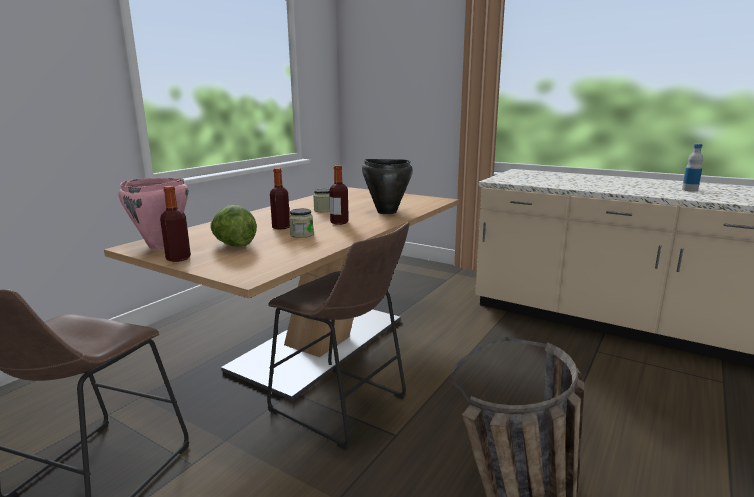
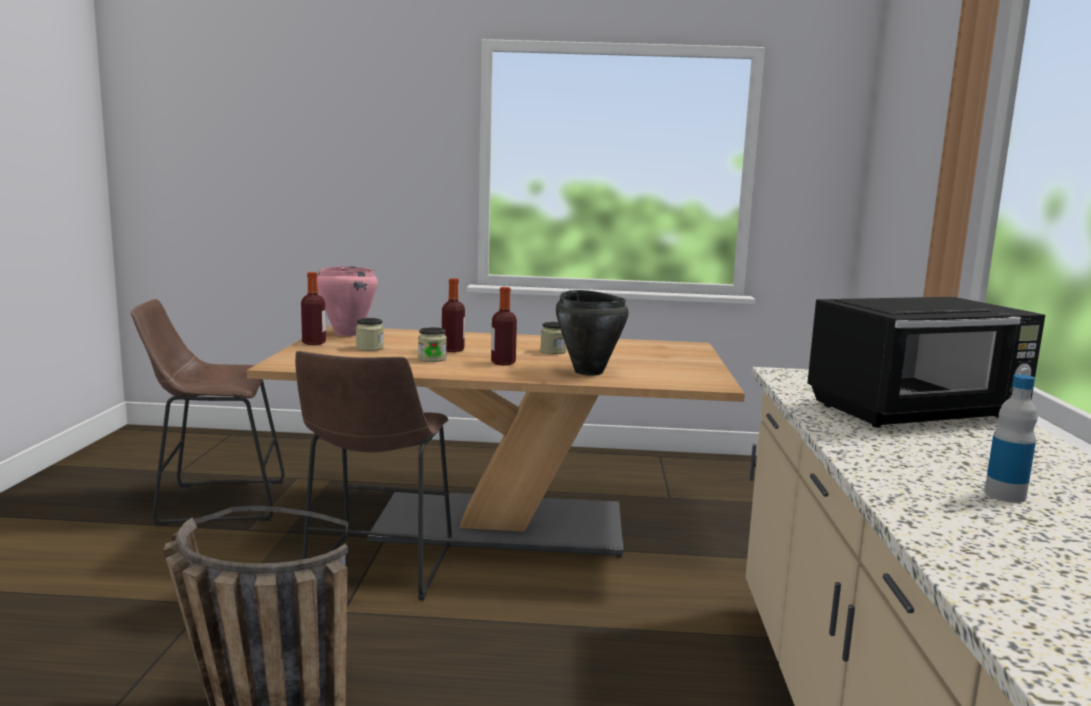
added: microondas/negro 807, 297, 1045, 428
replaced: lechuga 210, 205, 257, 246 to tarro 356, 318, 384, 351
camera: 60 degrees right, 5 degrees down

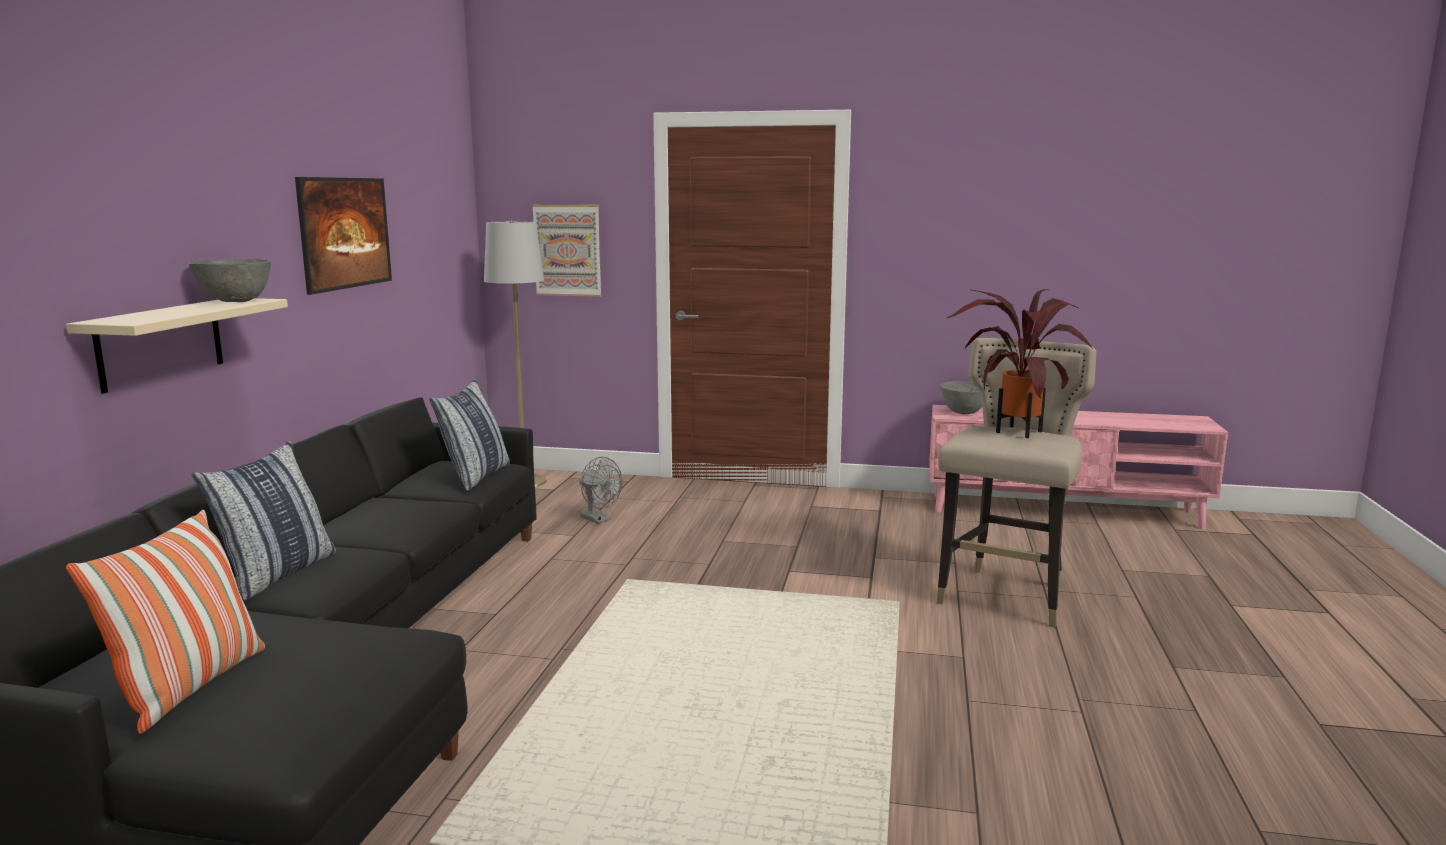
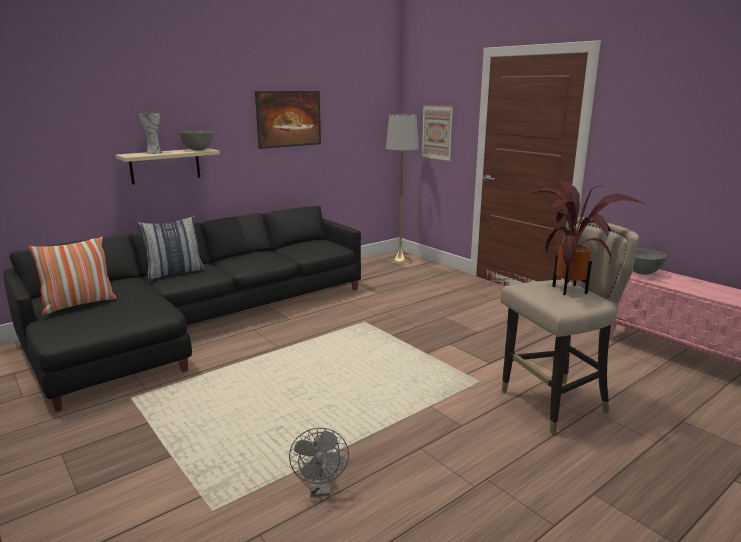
removed: cojín 429, 379, 510, 491
added: florero 139, 113, 162, 154
moved: ventilador/gris 579, 457, 622, 524 to 289, 428, 349, 497
camera: 40 degrees right, 5 degrees up

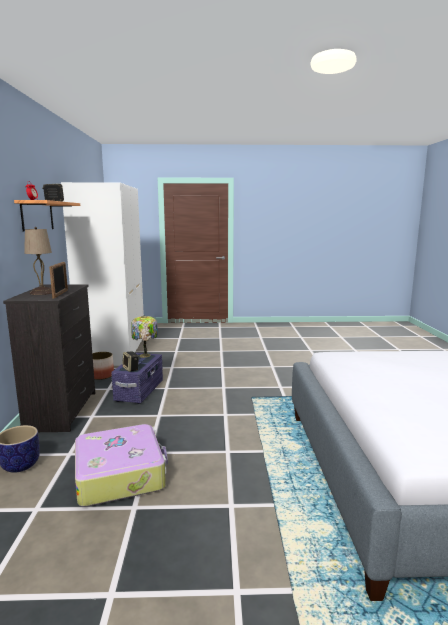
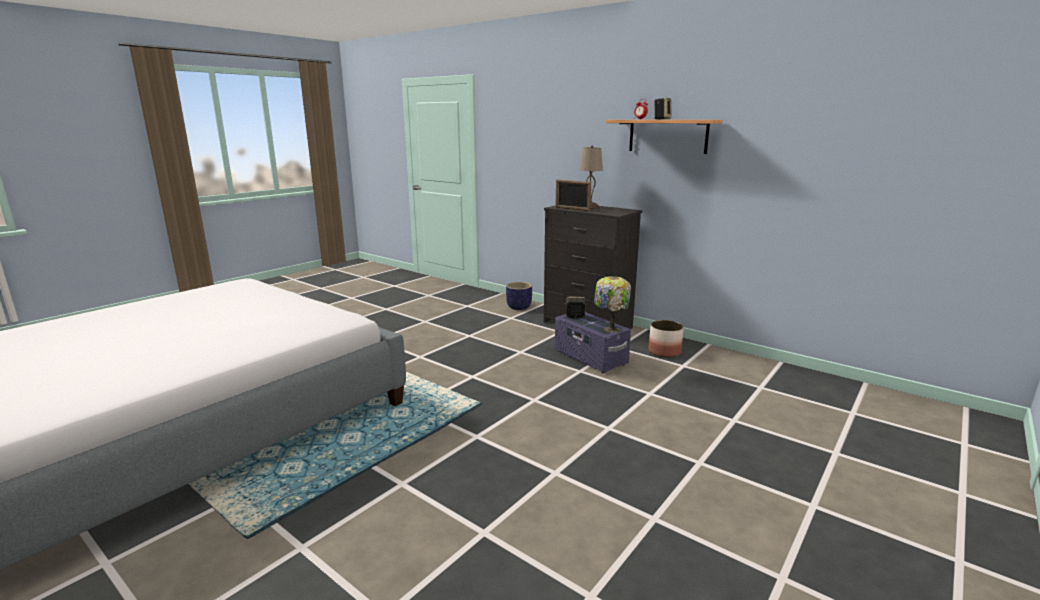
removed: armario ropero/blanco 61, 182, 144, 366; maleta 75, 424, 168, 507
camera: 130 degrees right, 5 degrees up

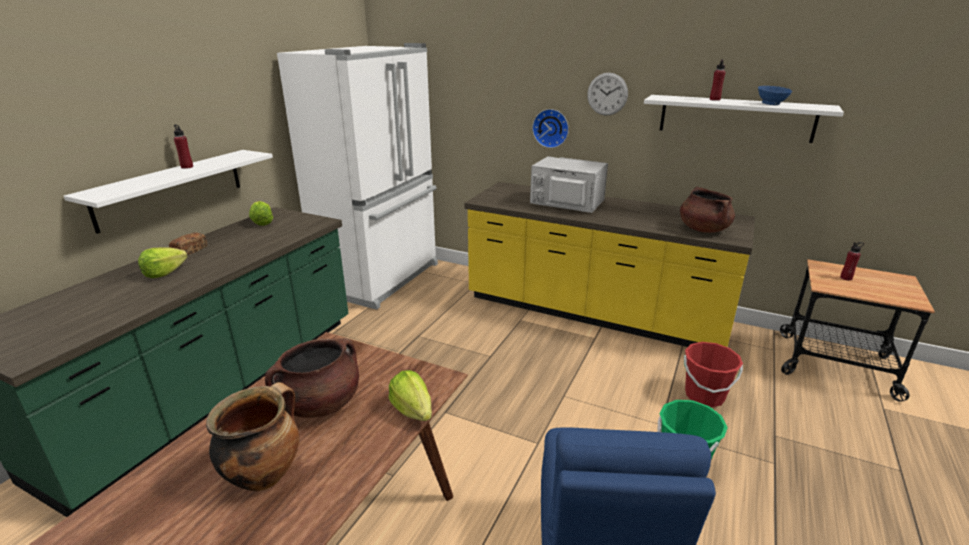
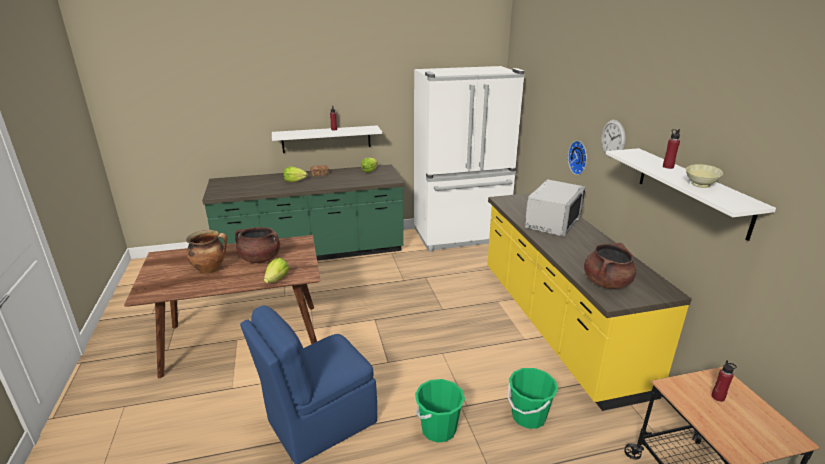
recoloured: cubo/rojo 684, 342, 743, 407 to cubo/verde 508, 368, 558, 429; cuenco/azul 758, 86, 792, 105 to cuenco/beis 686, 164, 723, 188
turned: microondas/gris 530, 156, 608, 213 = 525, 179, 585, 237 45 degrees clockwise
camera: 50 degrees right, 0 degrees up

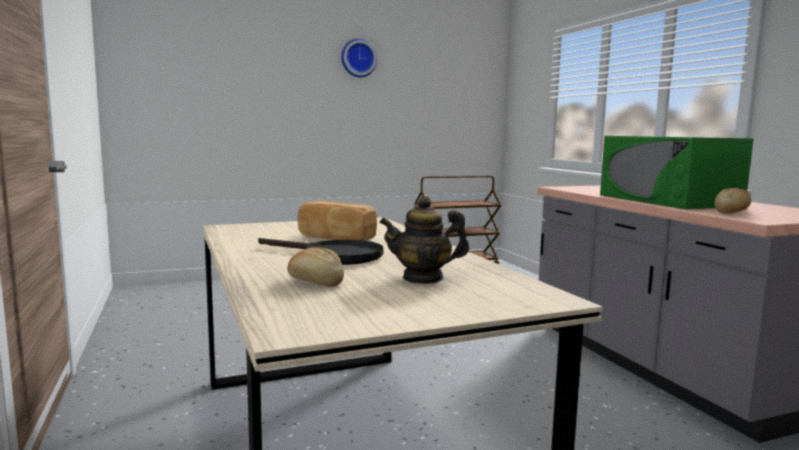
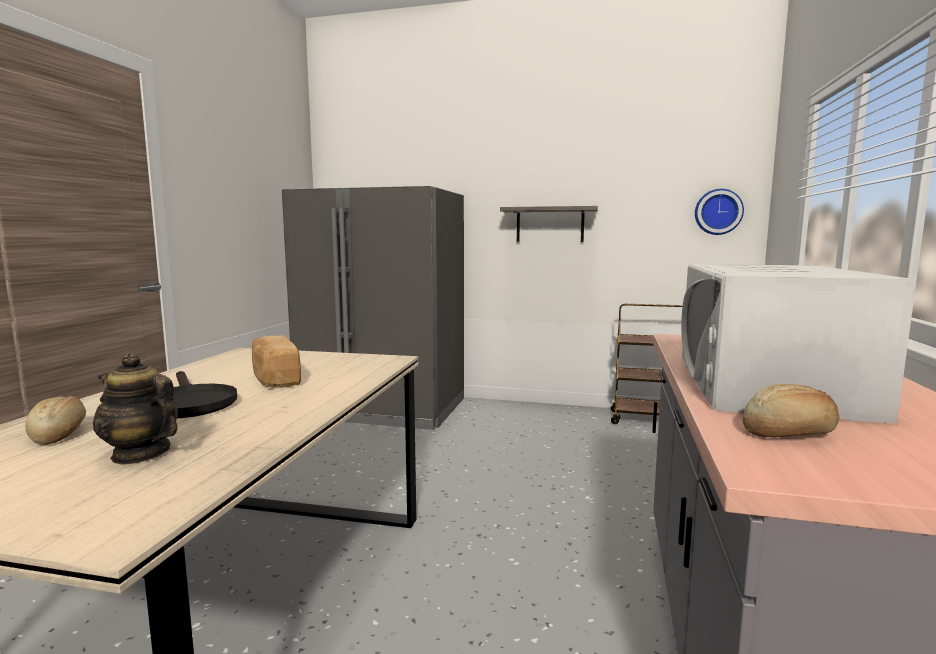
added: nevera/gris 282, 186, 464, 430; estante 500, 206, 598, 242
moved: reloj de pared 341, 39, 377, 77 to 695, 189, 744, 235
recoloured: microondas/verde 600, 136, 754, 209 to microondas/blanco 681, 264, 917, 424
camera: 35 degrees right, 0 degrees up

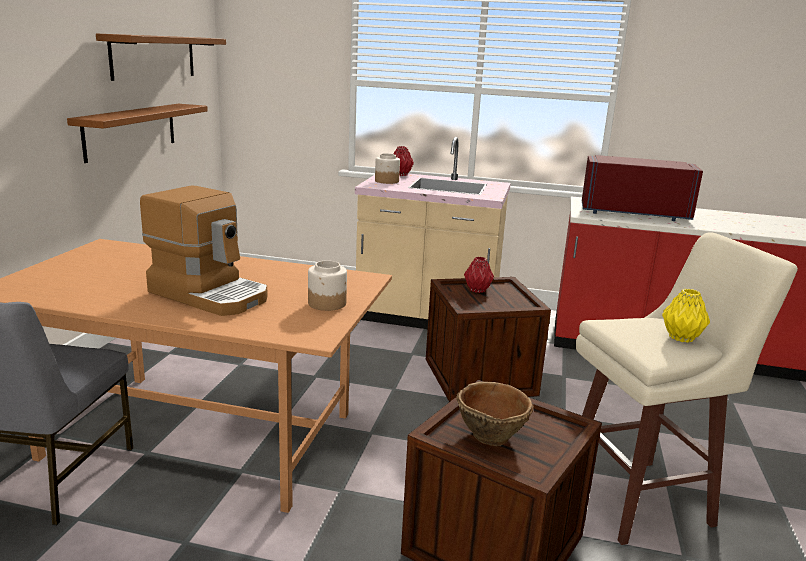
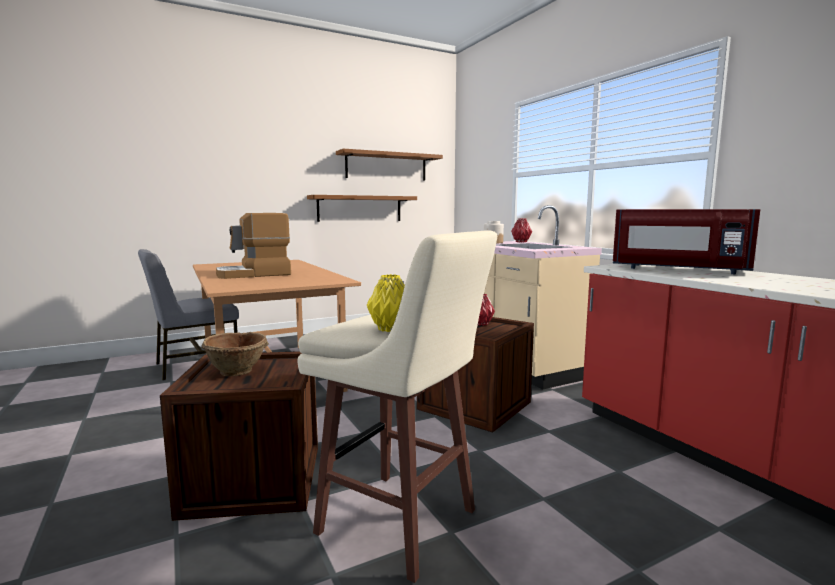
removed: tarro 308, 260, 347, 311
turned: cafetera 140, 185, 267, 316 = 216, 213, 291, 279 75 degrees clockwise; microondas/rojo 582, 155, 703, 221 = 613, 209, 760, 274 150 degrees clockwise
camera: 50 degrees right, 10 degrees down

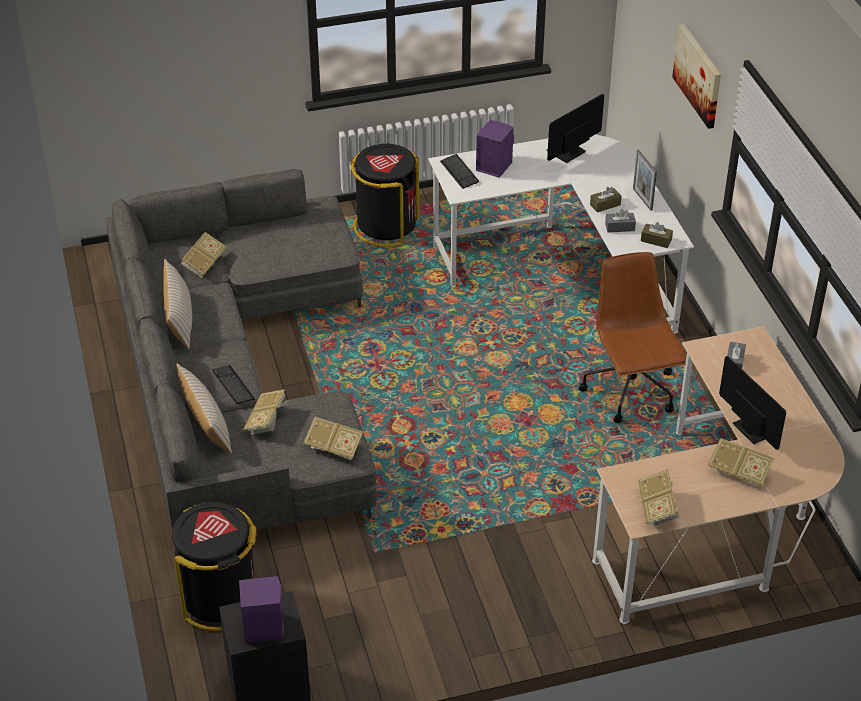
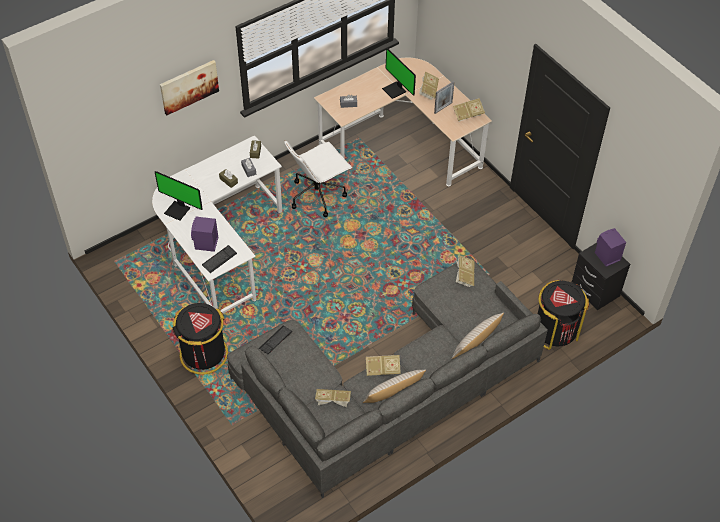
moved: teclado 212, 365, 255, 405 to 259, 326, 292, 354; libro 243, 389, 287, 435 to 366, 355, 401, 376; portarretratos 633, 150, 657, 211 to 434, 81, 454, 114
recoloured: silla de oficina/marrón 579, 252, 687, 423 to silla de oficina/blanco 284, 141, 352, 217
turned: monitor 719, 356, 786, 450 = 382, 48, 416, 99 75 degrees counterclockwise
camera: 110 degrees left, 10 degrees up

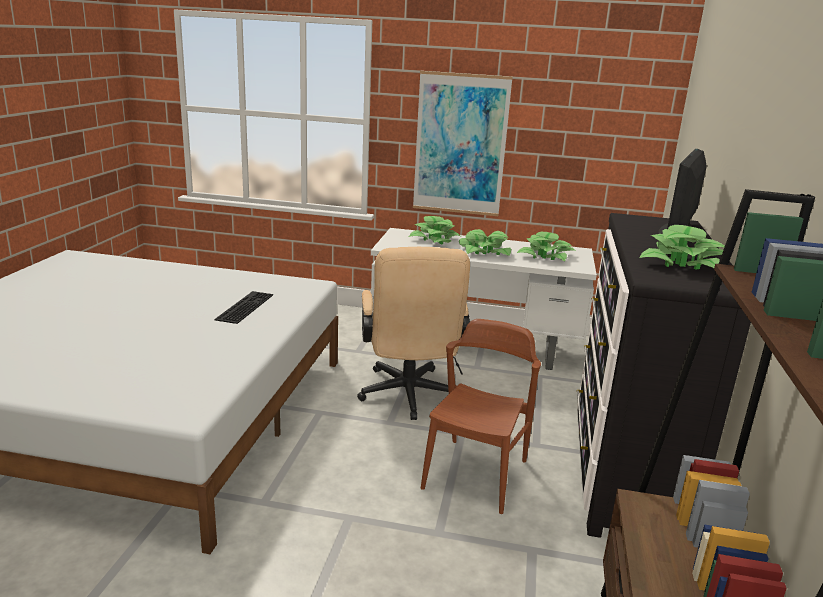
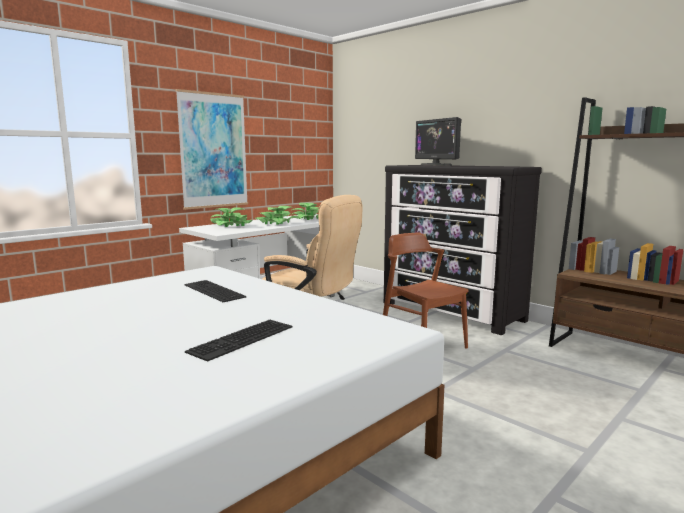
removed: planta en maceta 640, 225, 725, 270
added: teclado 185, 320, 292, 362
camera: 55 degrees left, 10 degrees down

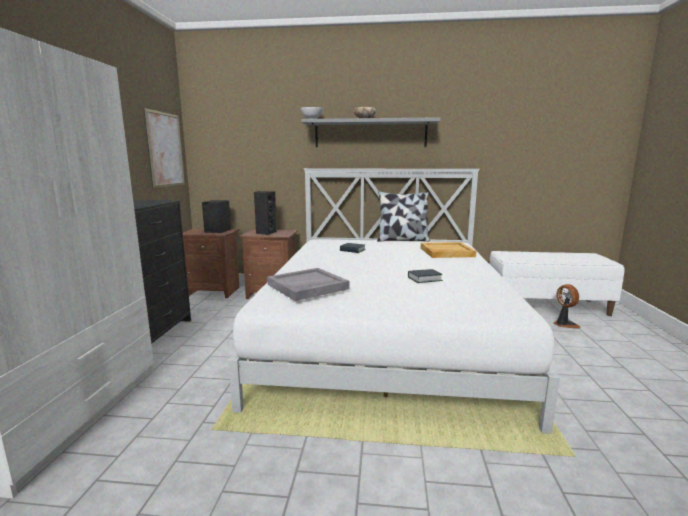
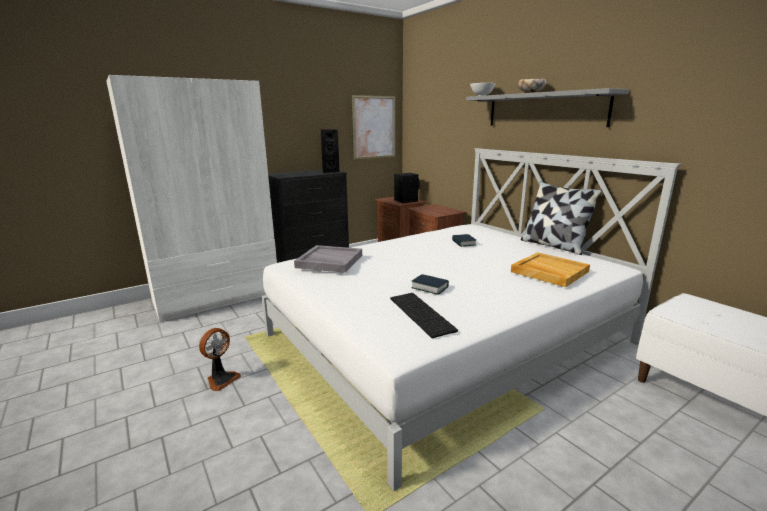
added: teclado 390, 293, 458, 338
moved: altavoz/negro 254, 191, 277, 235 to 321, 129, 339, 173; ventilador 553, 284, 580, 328 to 199, 328, 241, 391
camera: 50 degrees right, 5 degrees up

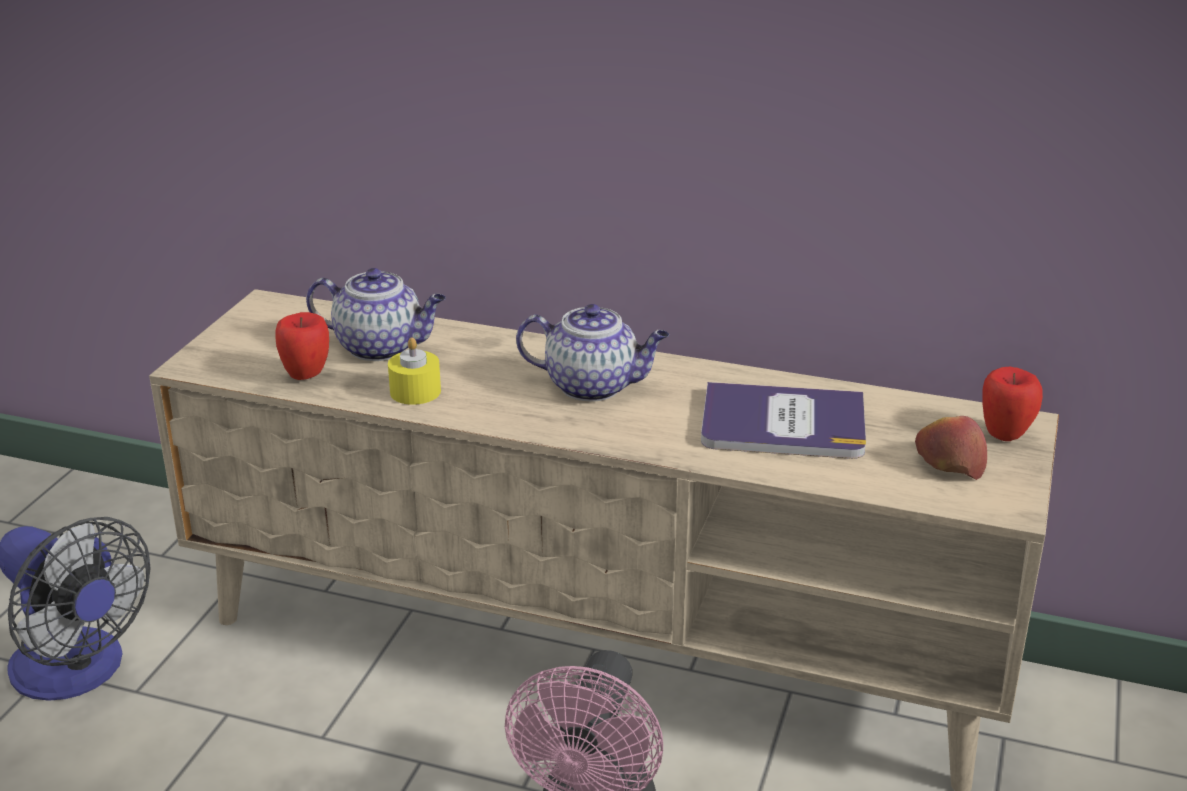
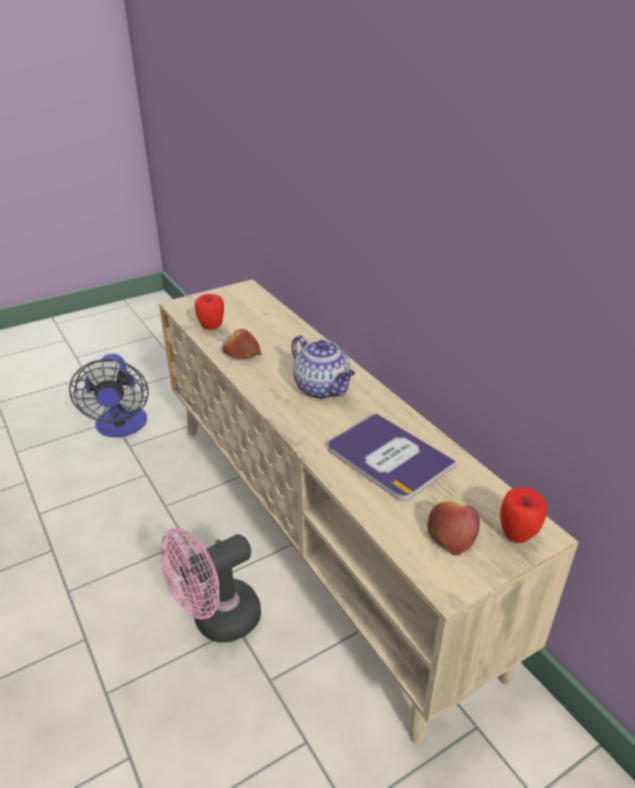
removed: tetera 306, 268, 446, 361
replaced: vela/amarillo 388, 337, 441, 405 to manzana 222, 329, 261, 359
camera: 40 degrees right, 5 degrees up

